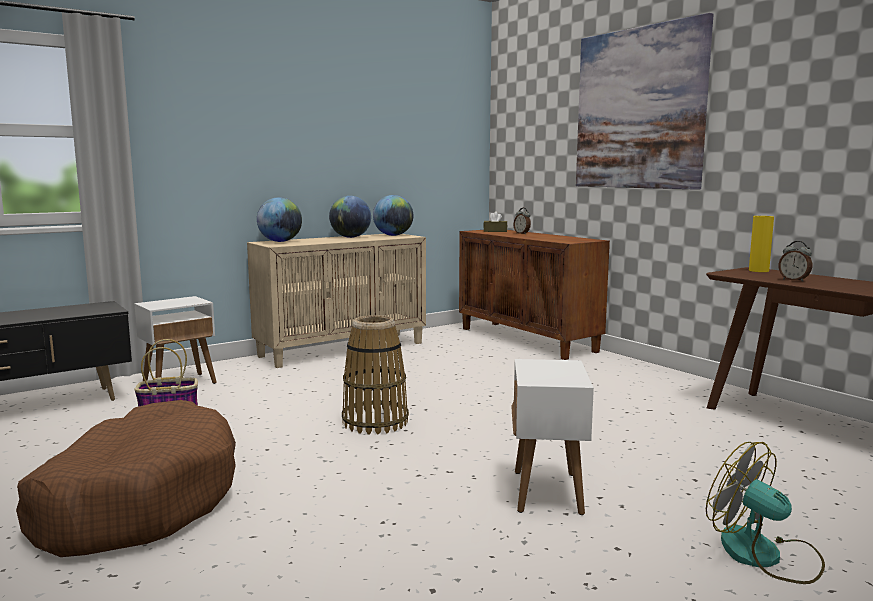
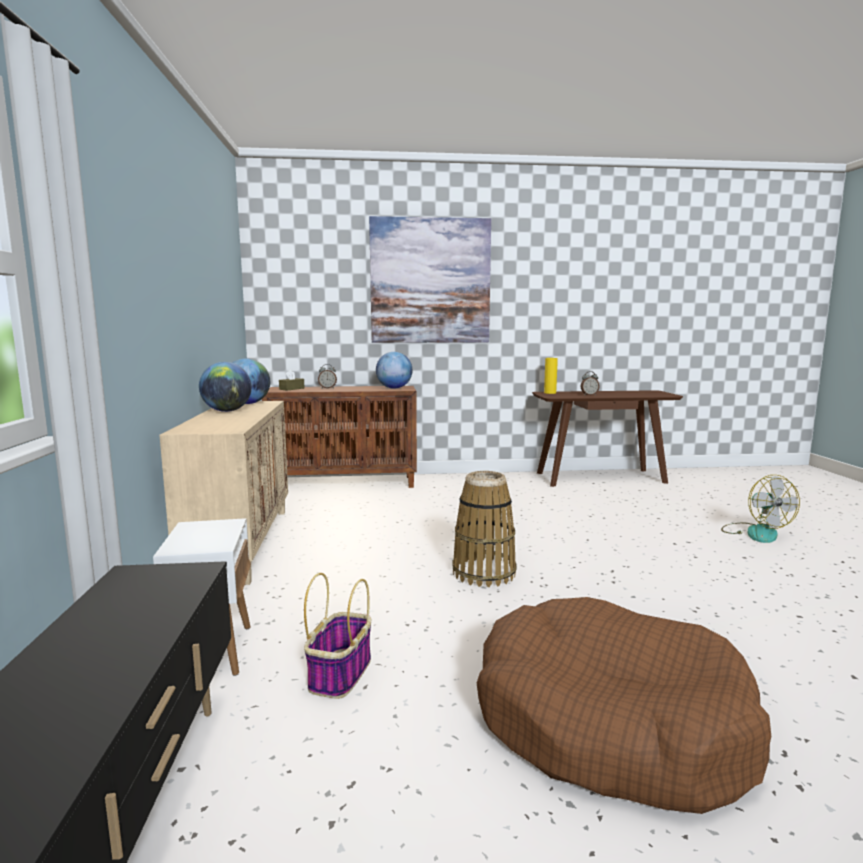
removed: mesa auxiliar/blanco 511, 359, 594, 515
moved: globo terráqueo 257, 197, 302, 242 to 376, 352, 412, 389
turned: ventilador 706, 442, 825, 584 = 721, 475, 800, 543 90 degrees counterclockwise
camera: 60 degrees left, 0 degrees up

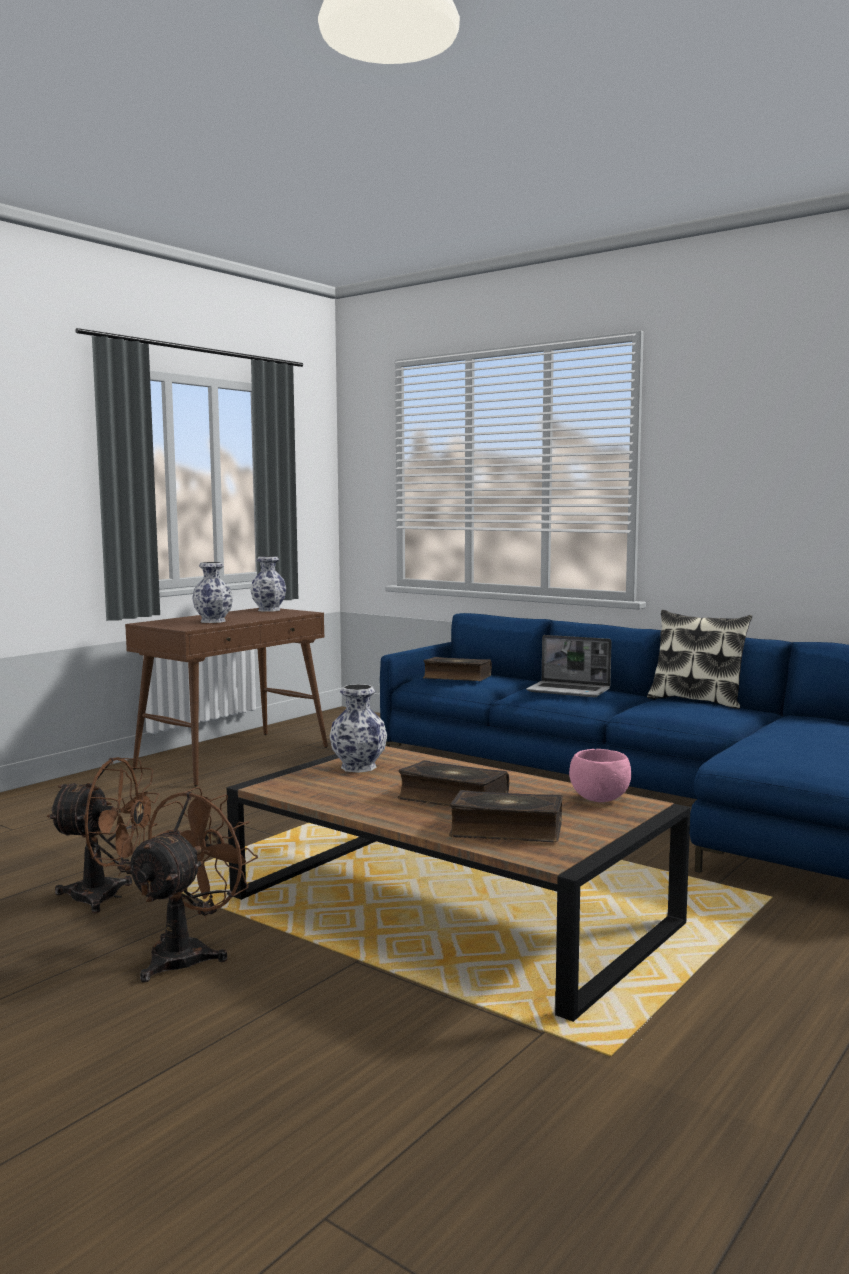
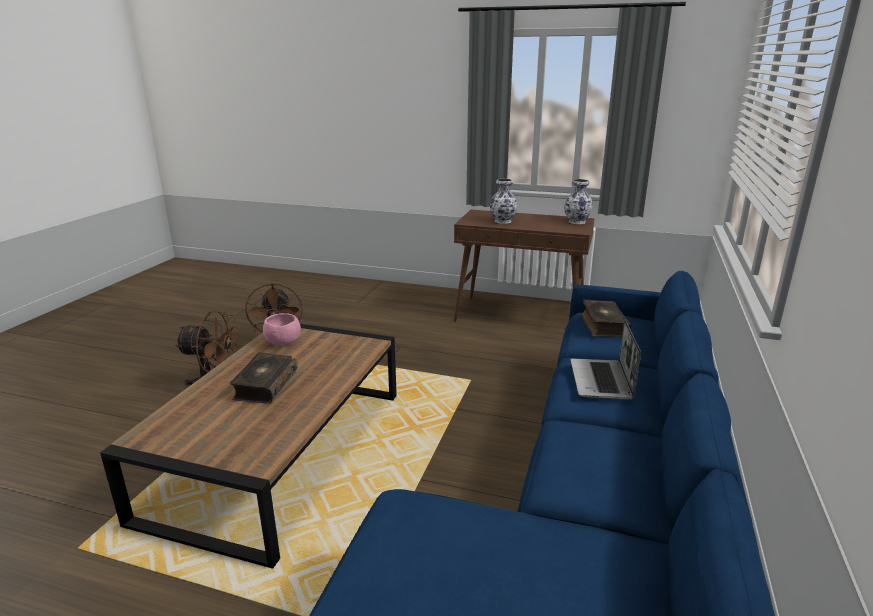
removed: florero 329, 684, 387, 773; libro 449, 790, 563, 842; cojín 647, 610, 752, 709
moved: cuenco/rosa 569, 749, 631, 802 to 263, 313, 301, 346
camera: 70 degrees right, 15 degrees up

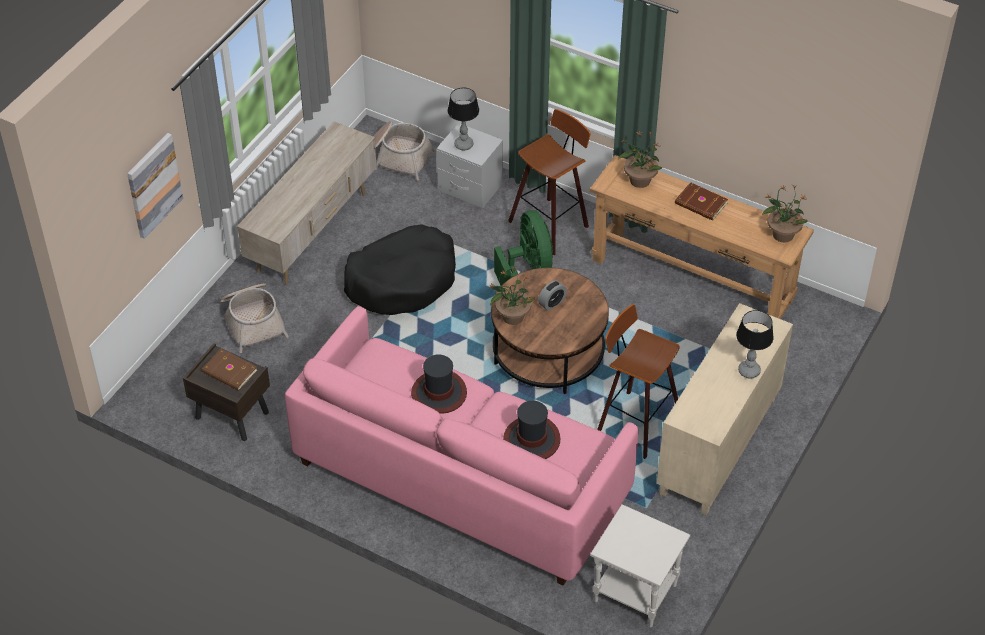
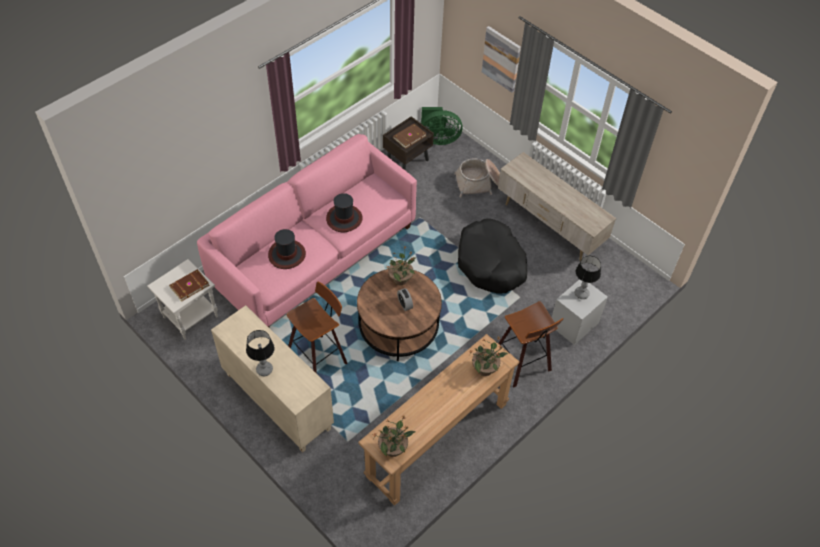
removed: cesta 374, 121, 436, 181
moved: ventilador/verde 494, 210, 553, 286 to 421, 107, 463, 145; libro/marrón 675, 182, 728, 221 to 169, 269, 209, 302
camera: 105 degrees right, 5 degrees up

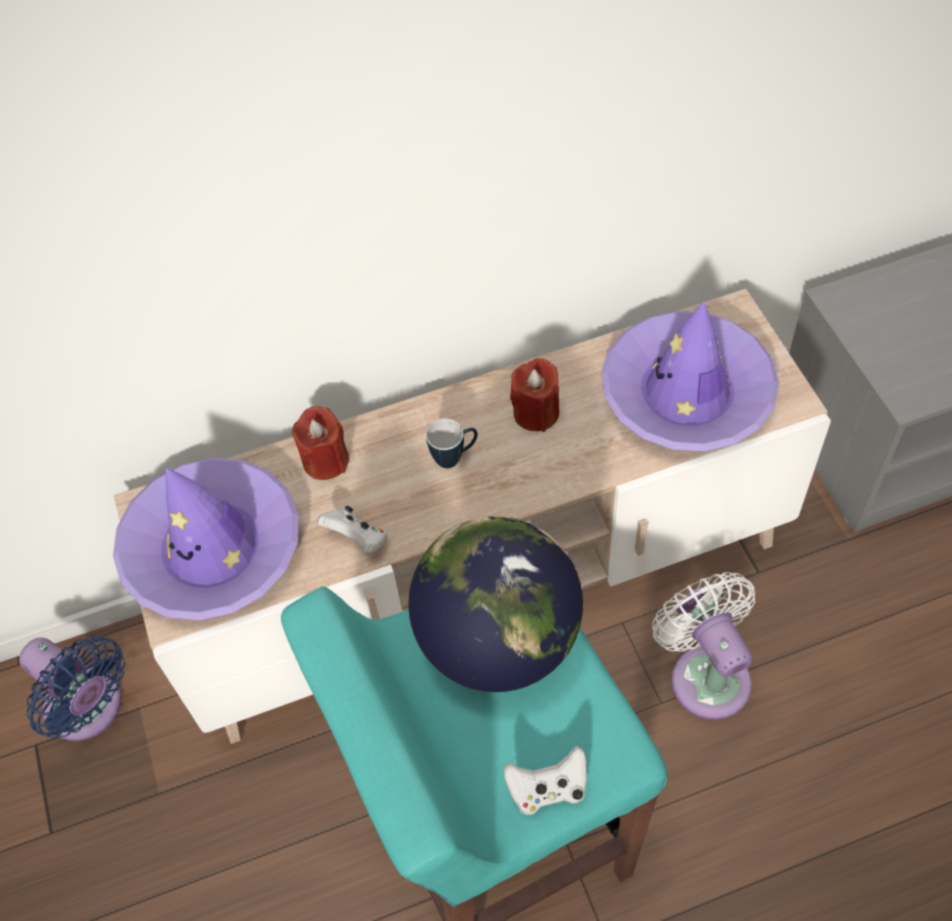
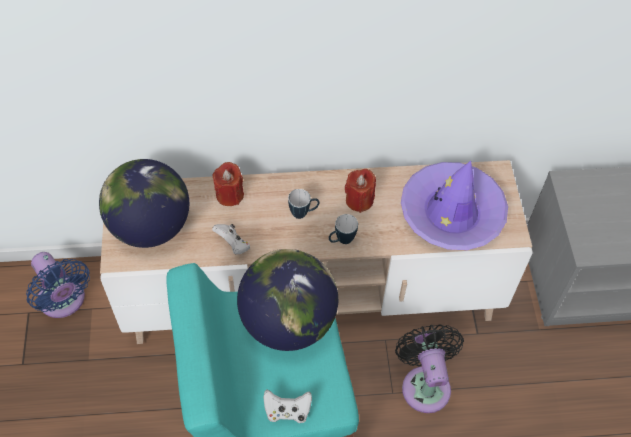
added: taza grande 329, 214, 358, 244
replaced: sombrero/morado 113, 458, 299, 621 to globo terráqueo 99, 159, 190, 248
recoloured: ventilador/blanco 652, 572, 755, 720 to ventilador/negro 395, 324, 464, 413
camera: 10 degrees right, 0 degrees up

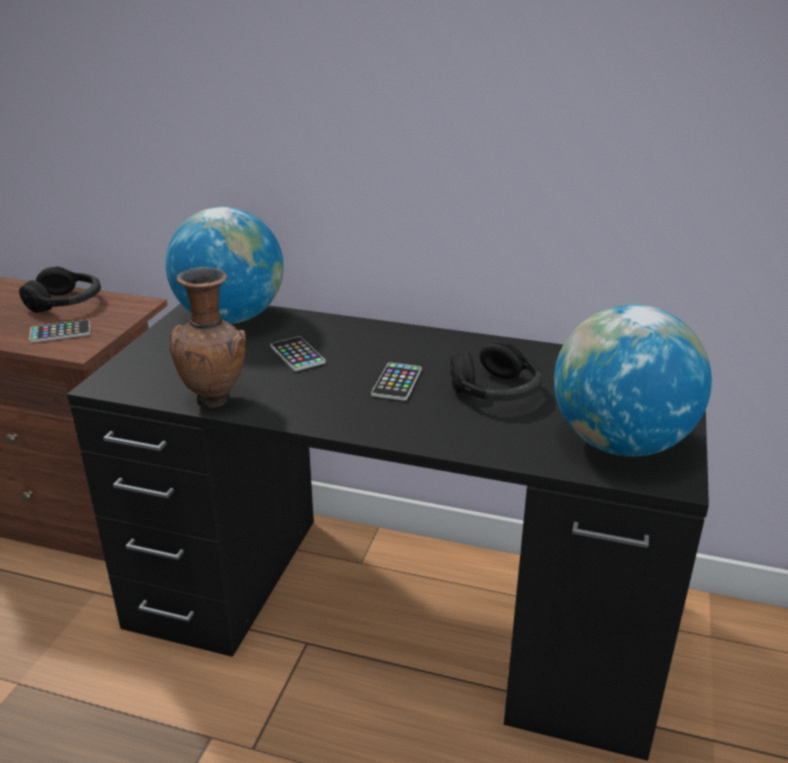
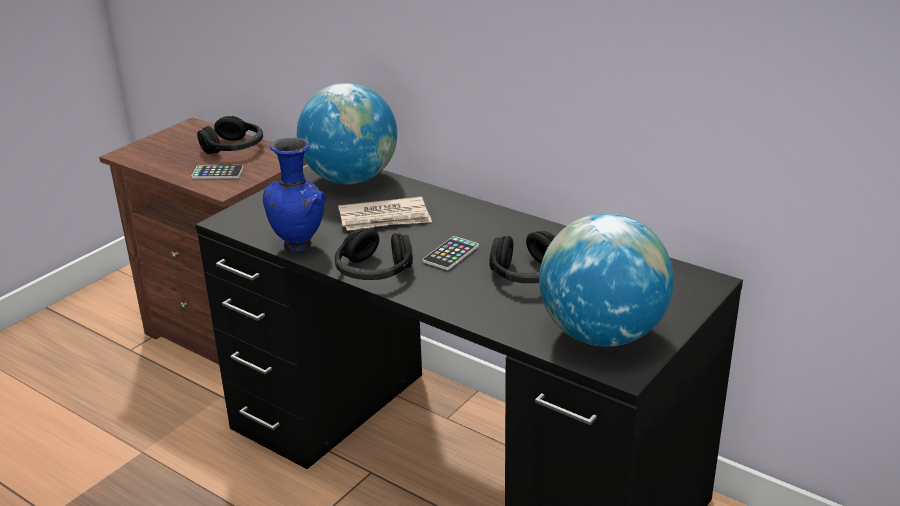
added: auriculares/negro 335, 228, 413, 280
replaced: móvil 270, 336, 326, 371 to periódico 338, 197, 432, 231
recoloured: florero/marrón 170, 267, 246, 409 to florero/azul 263, 137, 326, 253
camera: 20 degrees right, 0 degrees up

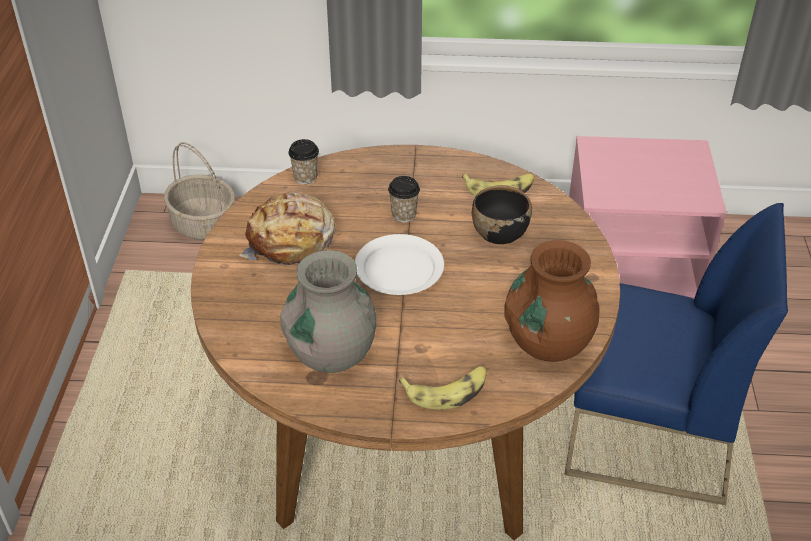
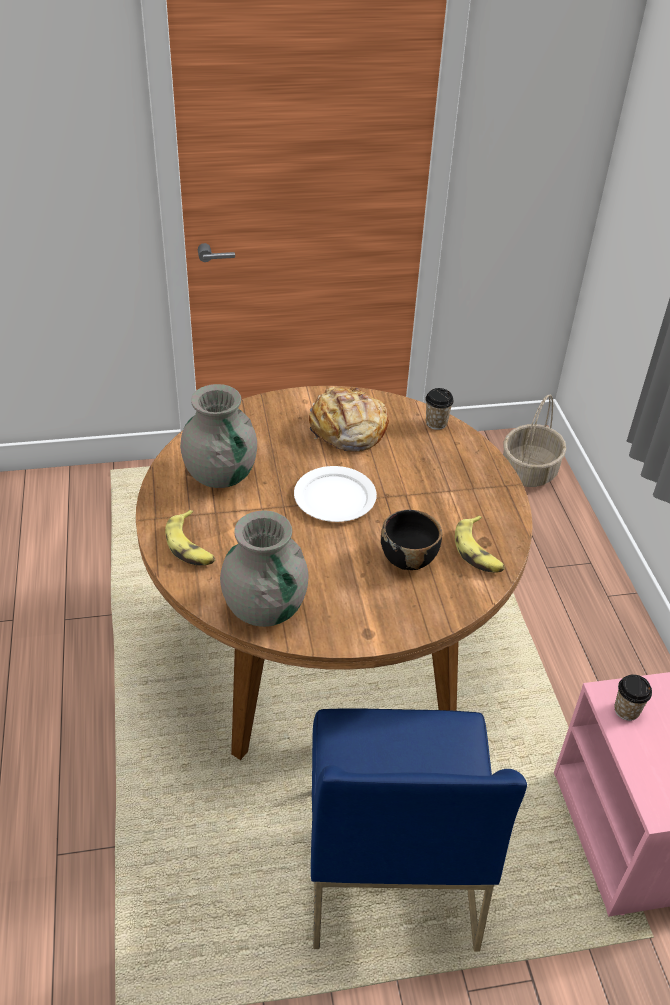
moved: taza 388, 176, 420, 222 to 614, 674, 652, 721
recoloured: florero/marrón 504, 240, 599, 362 to florero/gris 220, 511, 309, 627
camera: 75 degrees right, 0 degrees up

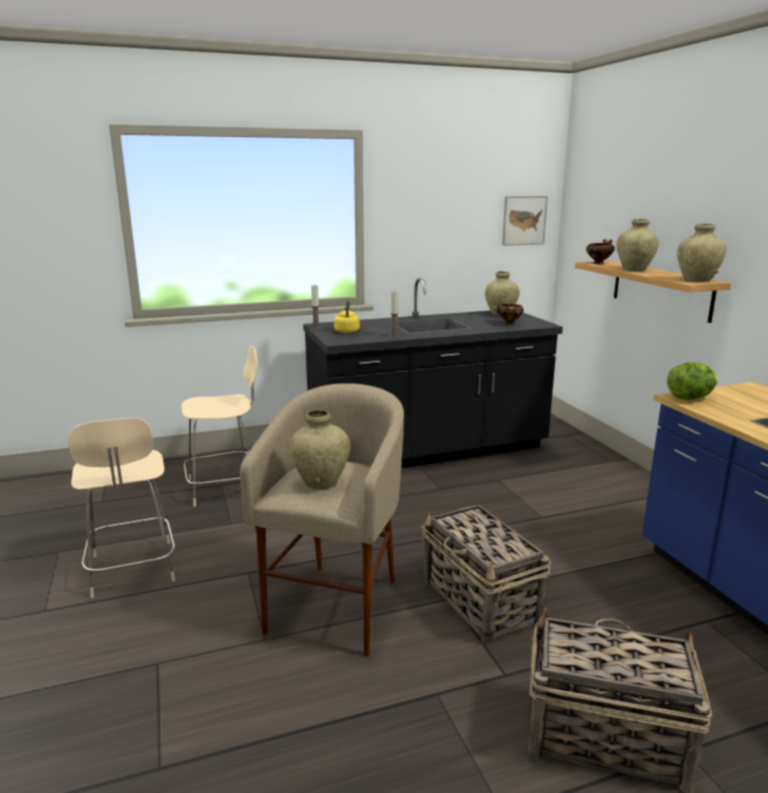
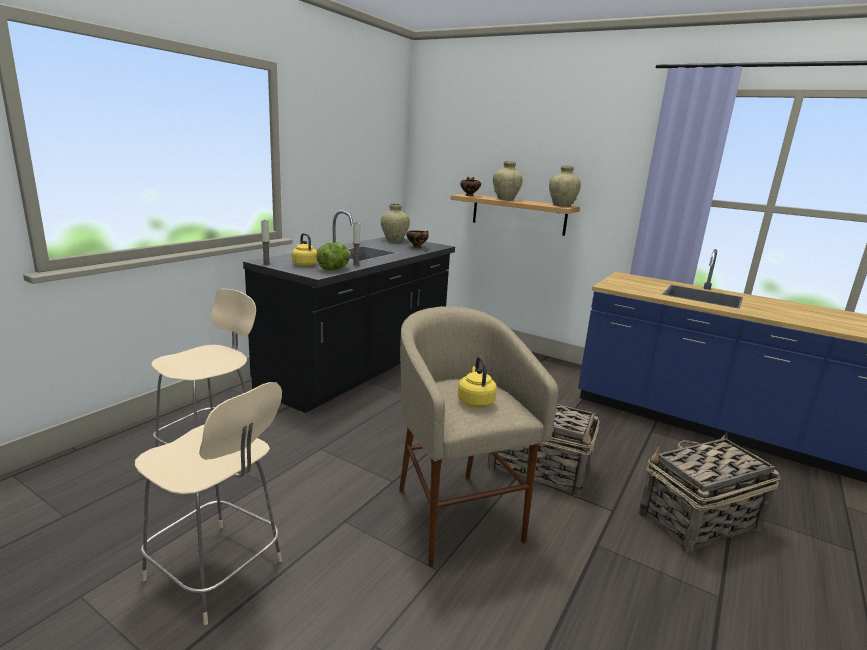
removed: cuadro 502, 196, 548, 246
moved: lechuga 667, 362, 718, 400 to 316, 242, 351, 271
replaced: florero/beis 290, 410, 350, 490 to hervidor/amarillo 458, 356, 497, 408
camera: 40 degrees left, 0 degrees up

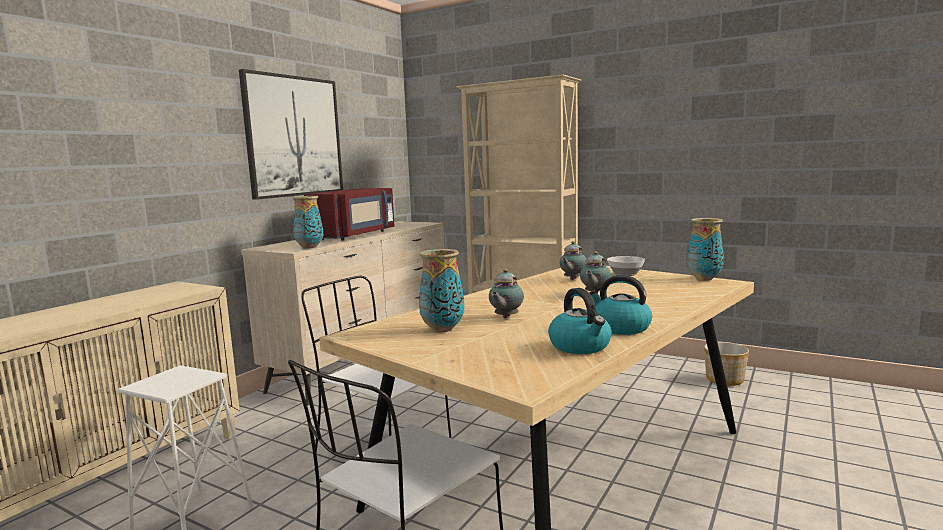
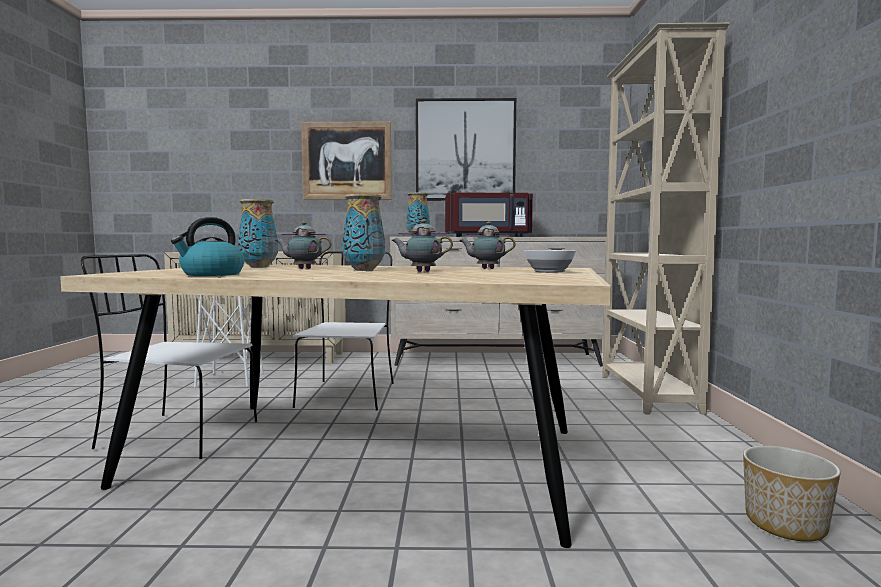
removed: hervidor 589, 275, 652, 335
added: cuadro 301, 121, 392, 200
moved: florero 687, 218, 724, 281 to 343, 194, 385, 271
camera: 60 degrees right, 5 degrees down

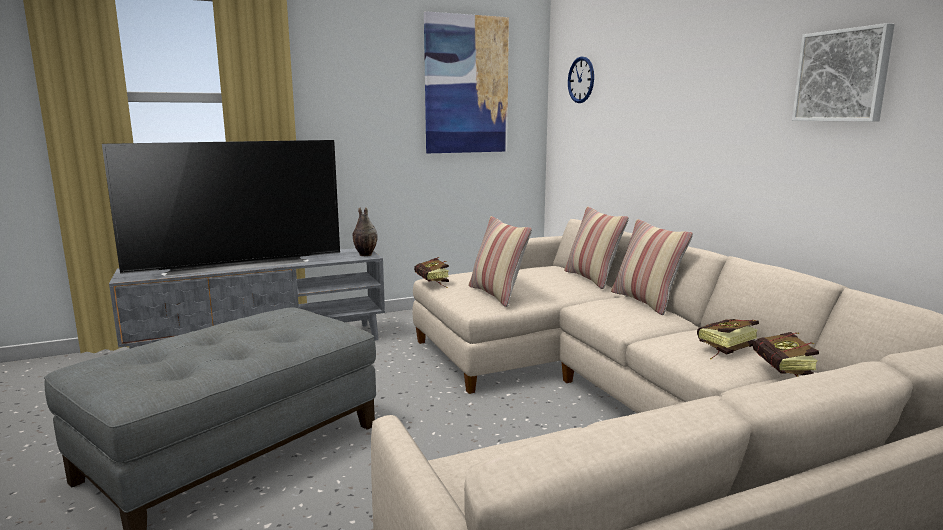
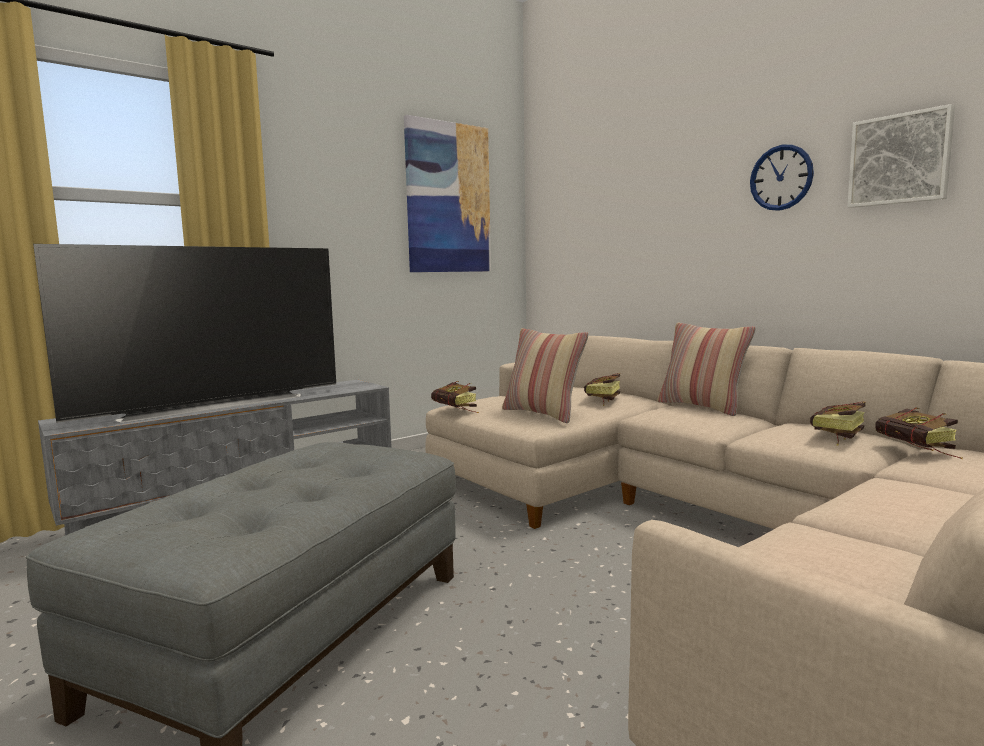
removed: florero 352, 207, 378, 256; cojín 564, 206, 629, 289
added: libro 584, 373, 620, 406
moved: reloj de pared 568, 57, 594, 103 to 750, 144, 814, 211
camera: 15 degrees left, 5 degrees down

